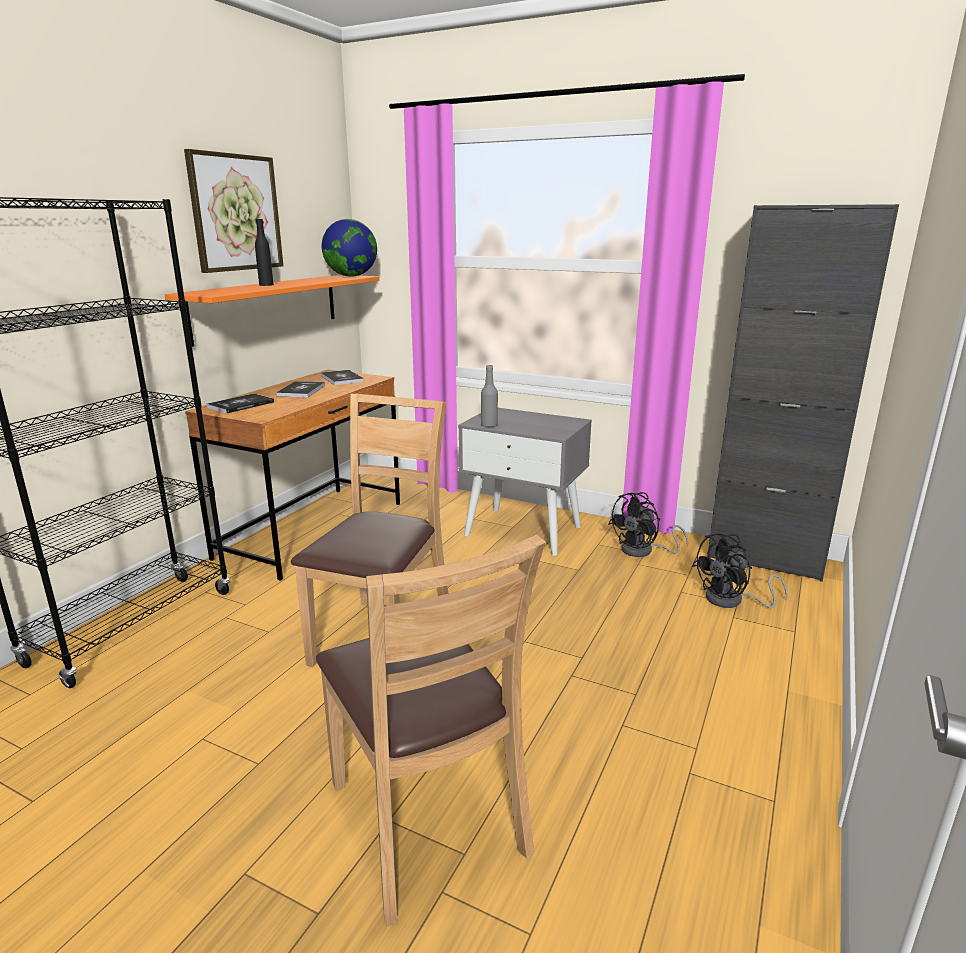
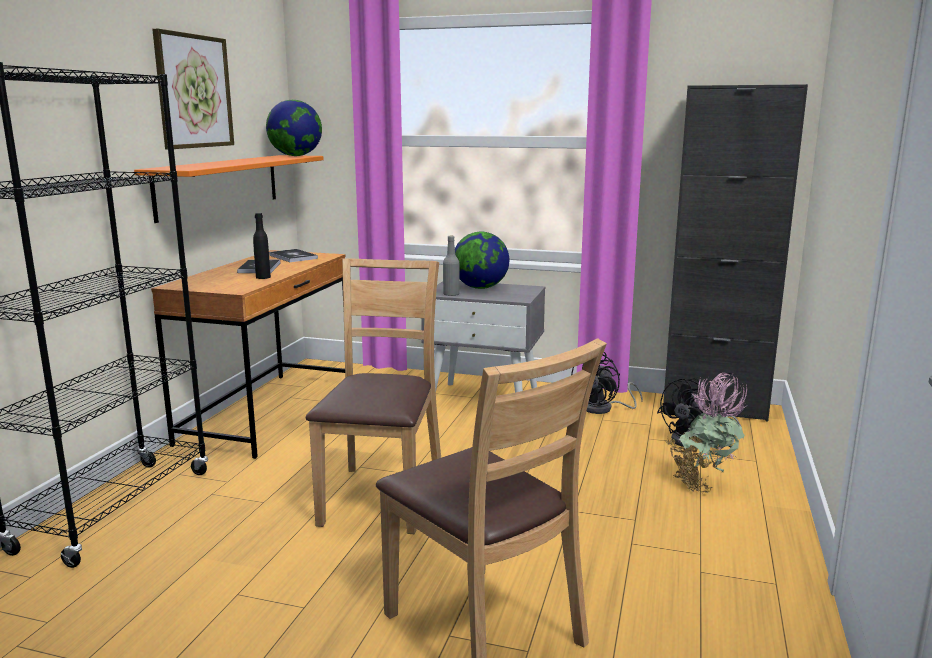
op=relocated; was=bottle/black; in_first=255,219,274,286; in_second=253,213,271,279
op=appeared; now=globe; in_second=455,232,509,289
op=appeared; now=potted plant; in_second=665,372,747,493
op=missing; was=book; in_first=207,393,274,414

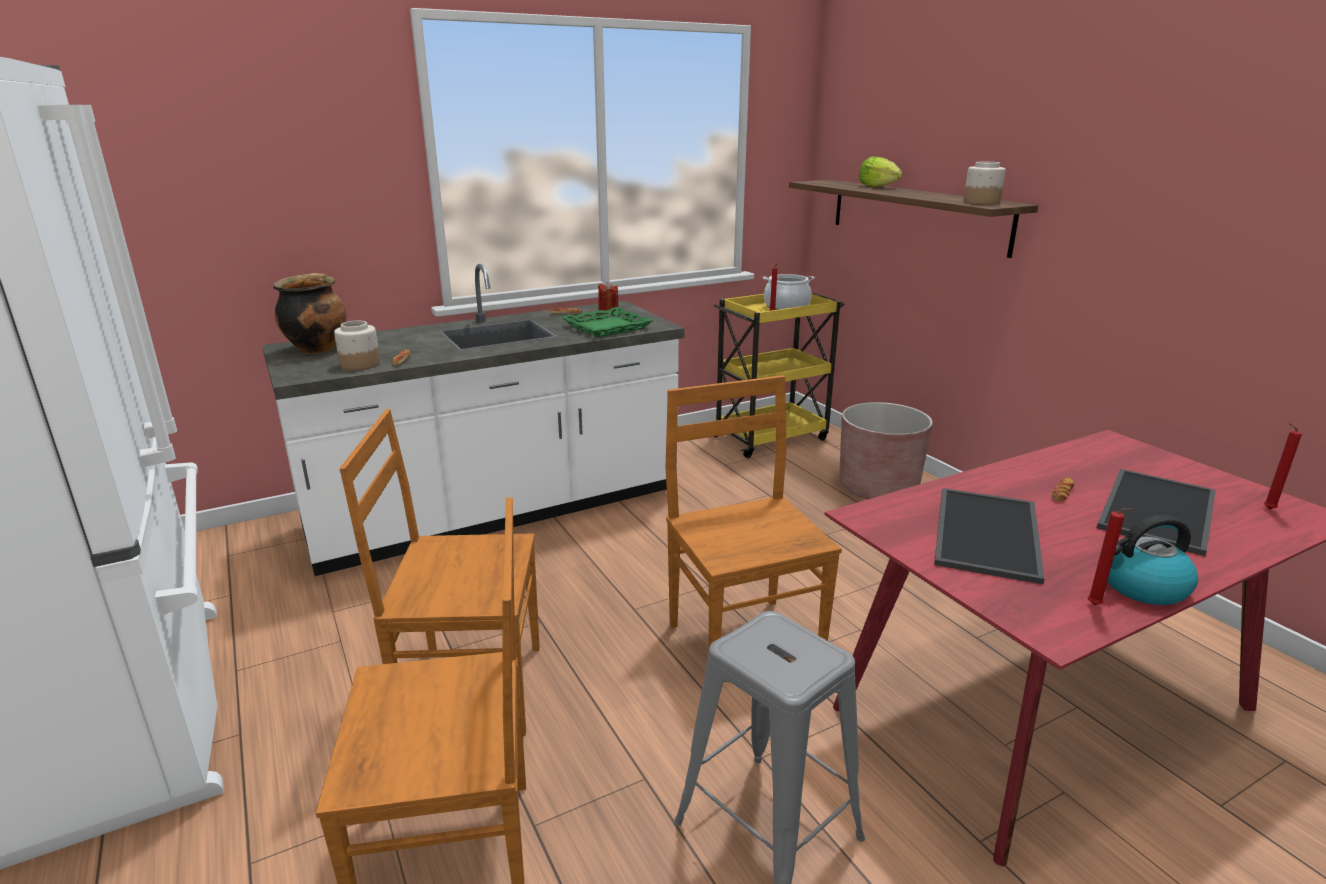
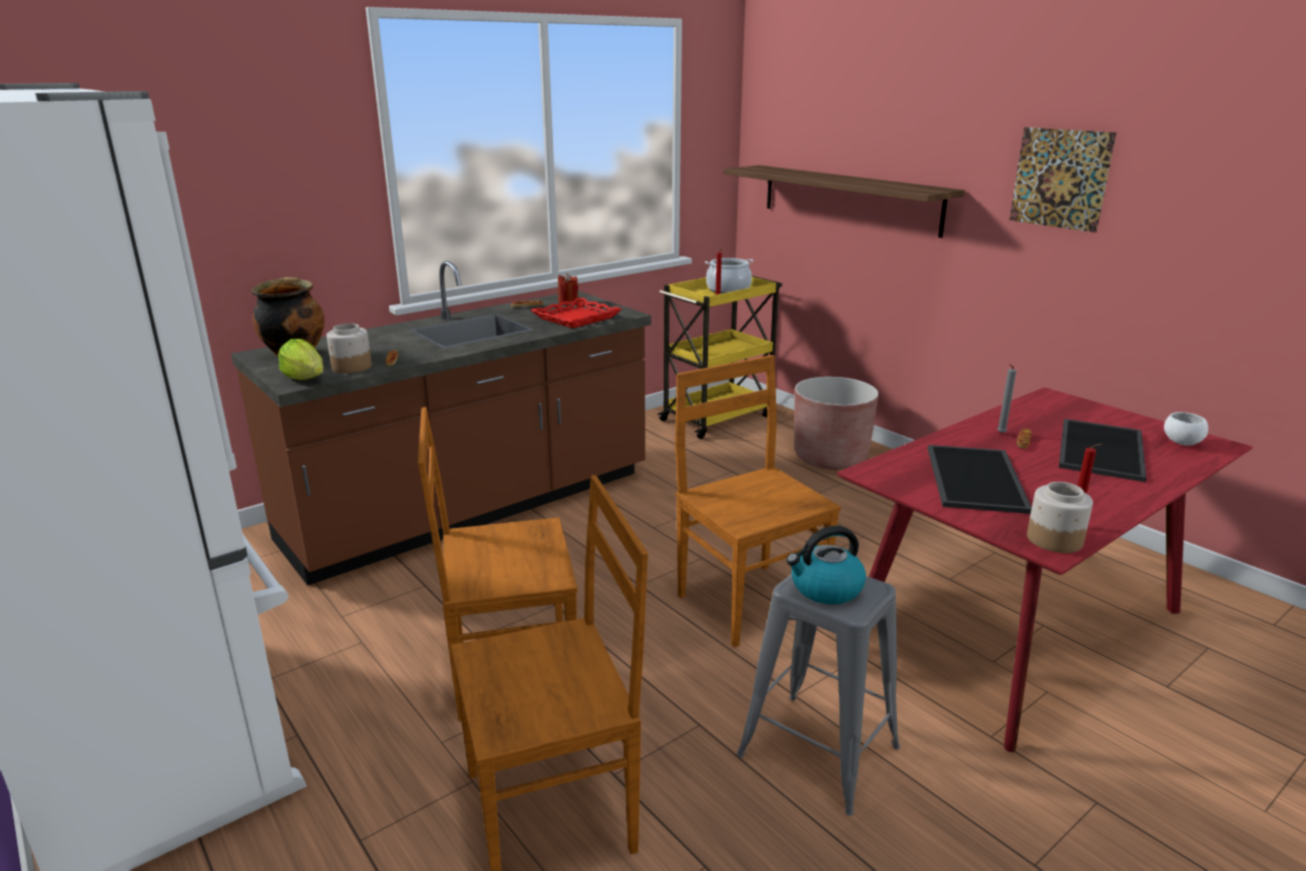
op=colour; was=counter/white; now=counter/brown; in_first=262,264,684,576; in_second=231,261,651,586
op=relocated; was=lettuce; in_first=859,156,903,187; in_second=278,339,324,380
op=colour; was=tray/green; now=tray/red; in_first=561,307,653,337; in_second=530,297,622,328
op=relocated; was=kettle; in_first=1107,515,1198,605; in_second=786,526,866,604
op=appeared; now=candle/grey; in_second=997,364,1016,434
op=appeared; now=picture; in_second=1009,127,1117,233
op=relocated; was=jar; in_first=964,162,1006,204; in_second=1027,482,1093,553
op=exchanged; was=candle/red; now=bowl/white; in_first=1264,423,1302,510; in_second=1164,412,1208,446

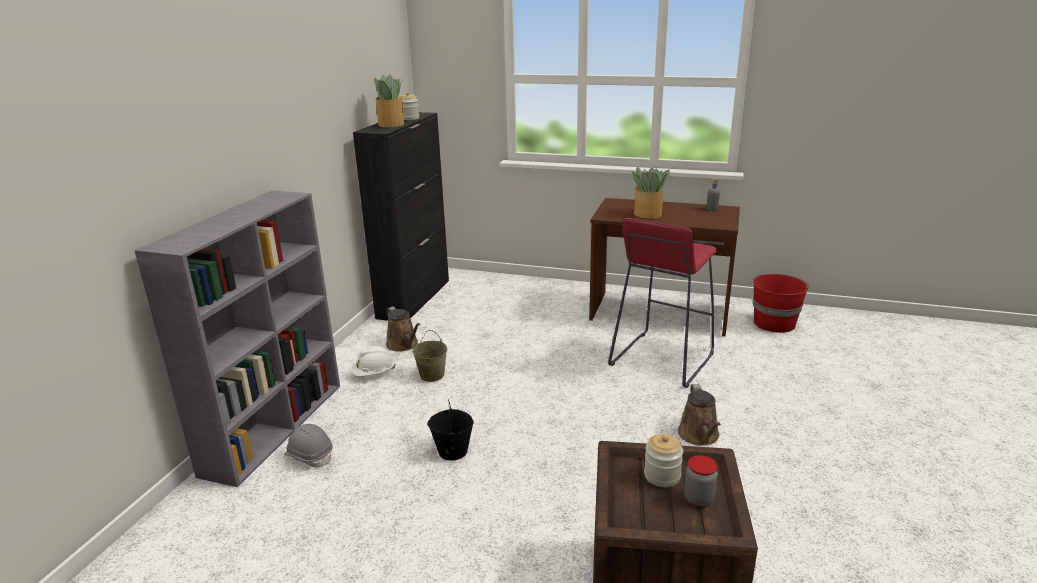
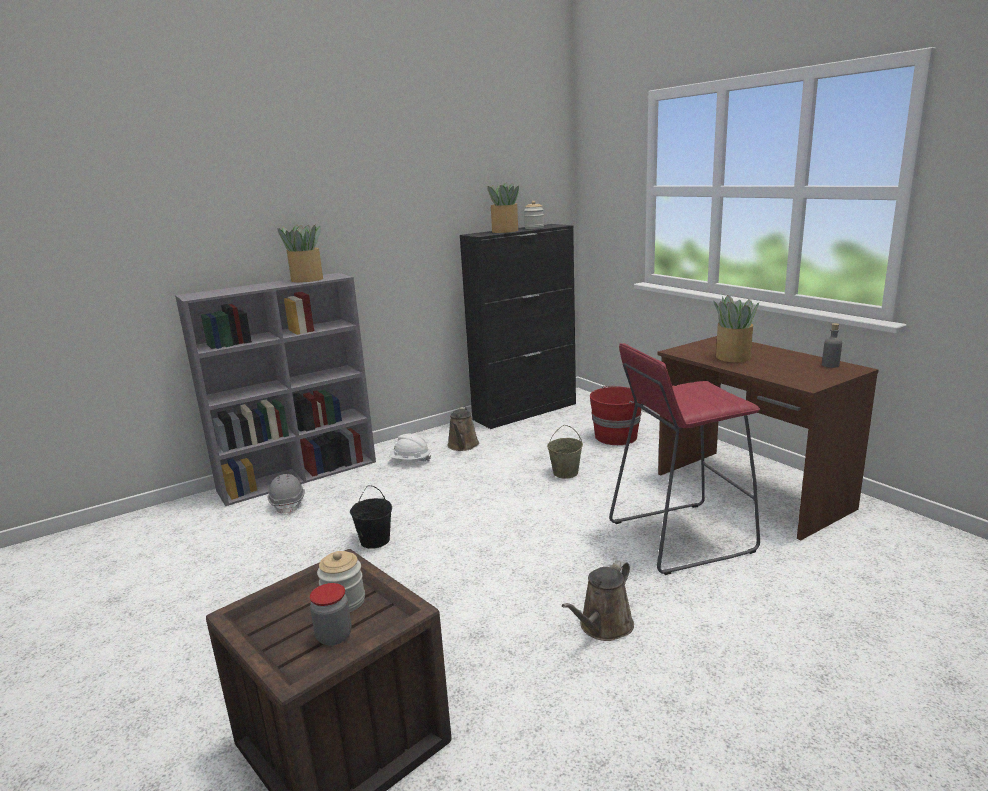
op=appeared; now=potted plant; in_second=277,224,323,282
op=relocated; was=bucket/beige; in_first=412,330,448,382; in_second=547,425,583,479
op=relocated; was=bucket/red; in_first=753,274,810,333; in_second=590,386,642,445

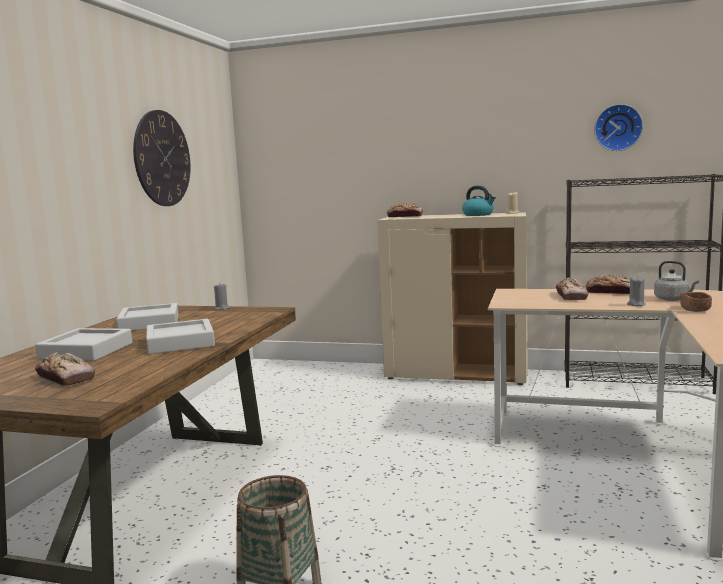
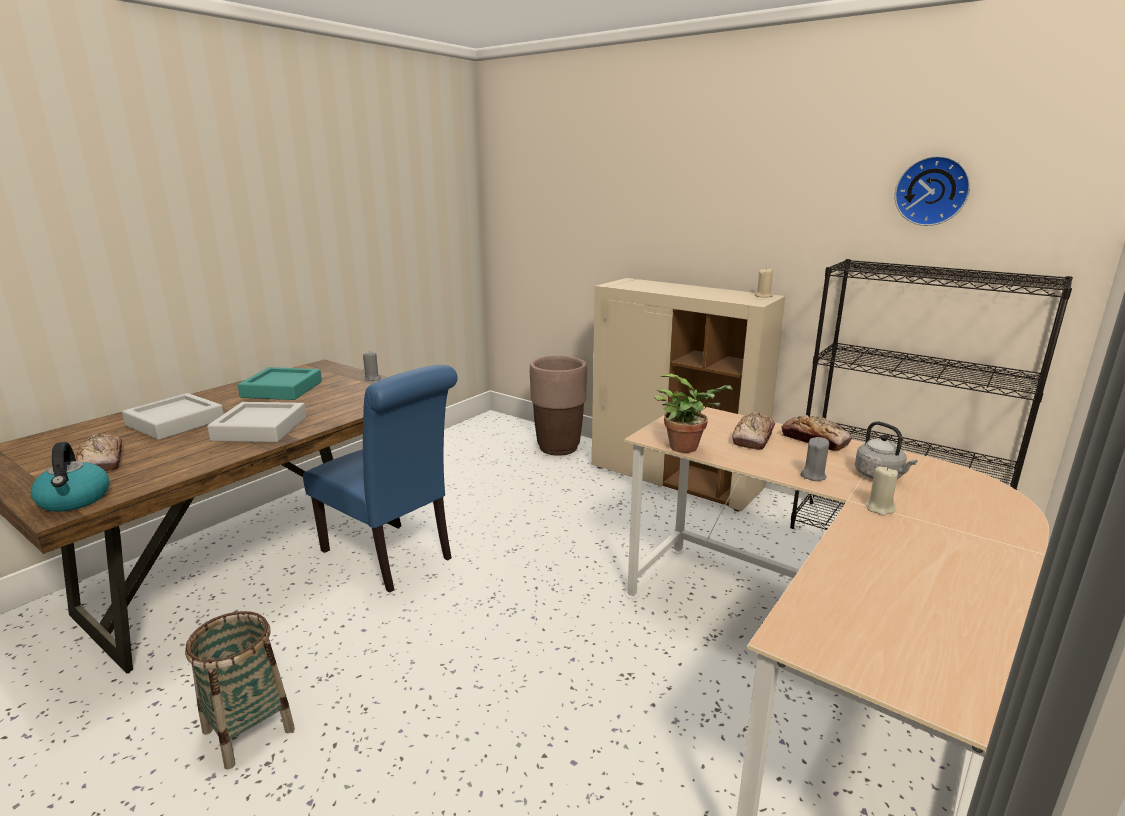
op=relocated; was=kettle; in_first=462,185,496,216; in_second=31,442,109,512
op=colour; was=tray/grey; now=tray/turquoise; in_first=116,303,178,331; in_second=238,367,322,400
op=appeared; now=chair/blue; in_second=303,365,458,593
op=appeared; now=planter/brown; in_second=530,356,587,456
op=appeared; now=potted plant; in_second=654,374,733,453
op=exchanged; was=bowl/brown; now=candle/beige; in_first=680,292,712,312; in_second=865,466,898,516
op=missing; was=wall clock; in_first=133,110,191,206
op=missing; was=bread; in_first=387,203,423,217

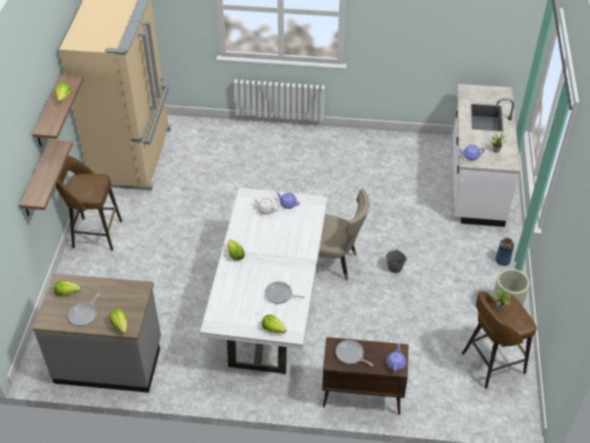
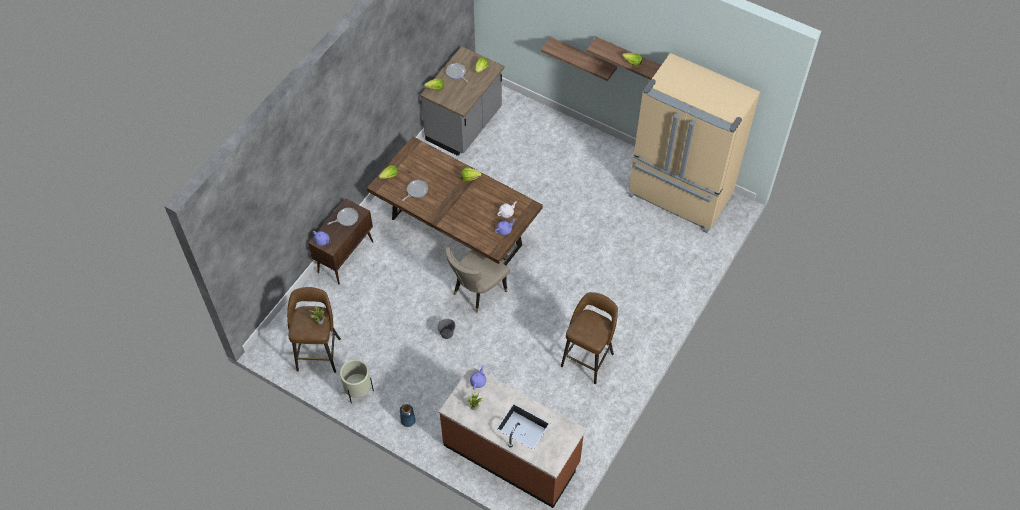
op=colour; was=dining table/white; now=dining table/brown; in_first=200,187,328,374; in_second=367,137,543,265
op=colour; was=counter/white; now=counter/brown; in_first=453,84,520,227; in_second=439,366,586,508
op=relocated; was=stool/brown; in_first=56,155,122,251; in_second=561,292,618,384

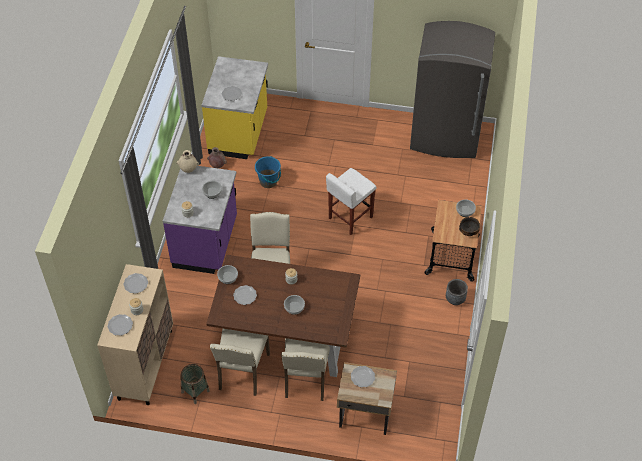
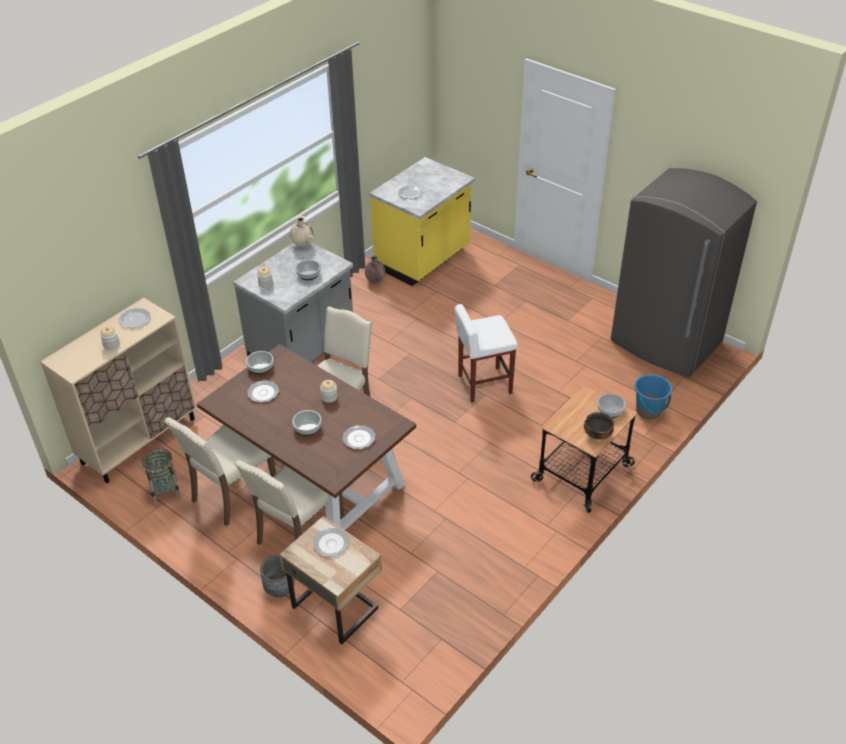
op=colour; was=counter/purple; now=counter/grey; in_first=163,166,237,274; in_second=233,242,353,363
op=relocated; was=planter/grey; in_first=446,279,468,305; in_second=260,555,295,597
op=relocated; was=plate; in_first=108,314,133,336; in_second=342,425,375,449
op=relocated; was=bucket/blue; in_first=255,156,281,188; in_second=634,374,672,420

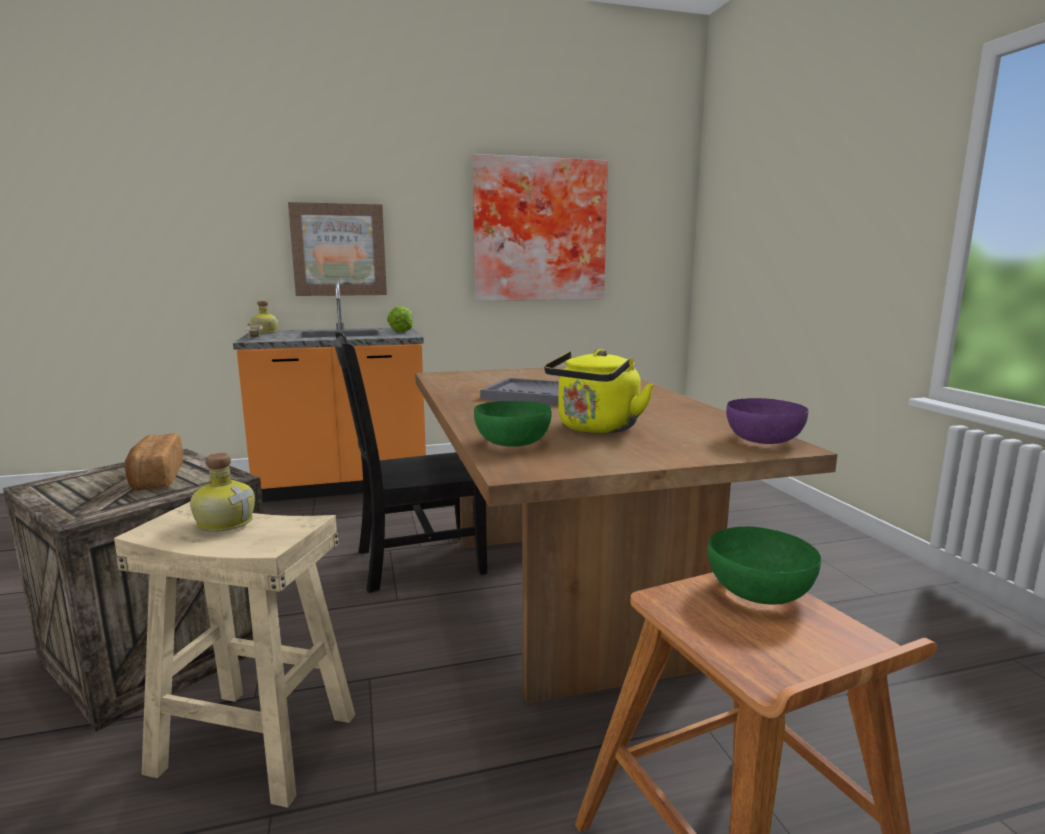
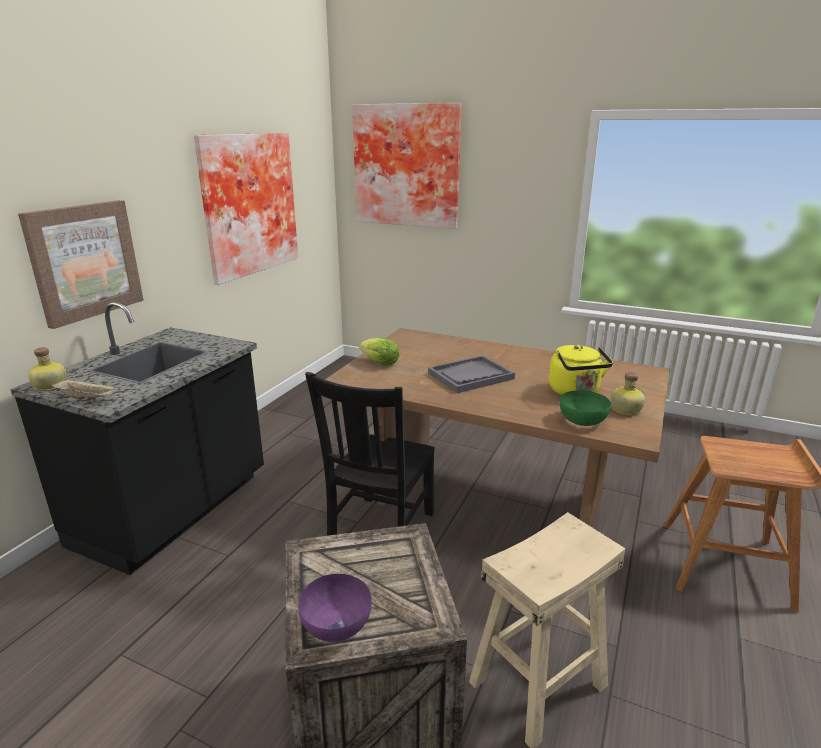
op=colour; was=counter/orange; now=counter/black; in_first=233,282,426,502; in_second=10,302,264,575
op=relocated; was=bowl/purple; in_first=726,398,808,444; in_second=298,574,372,642
op=appeared; now=picture; in_second=352,103,461,229
op=relocated; was=lettuce; in_first=387,306,413,332; in_second=359,338,399,366
op=relocated; was=bottle; in_first=190,453,255,532; in_second=611,372,645,415
op=missing; was=bread; in_first=124,433,183,491
op=missing; was=bowl/green; in_first=708,526,821,605

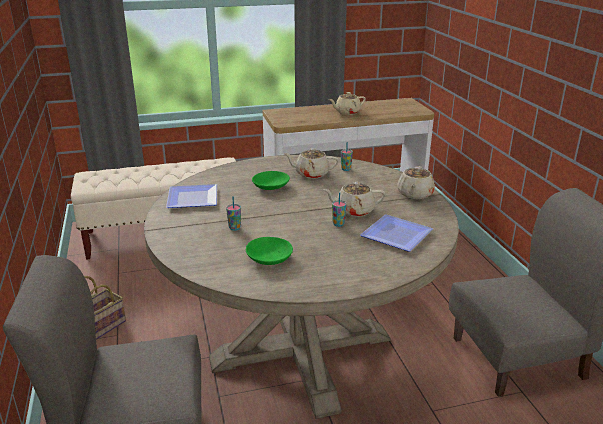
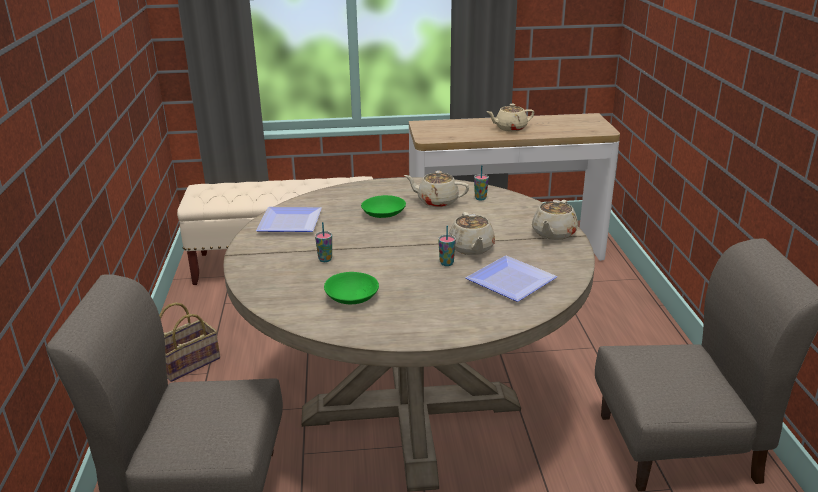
op=spun; was=teapot/beige; in_first=323,182,386,217; in_second=449,212,495,255; clockwise=-105

